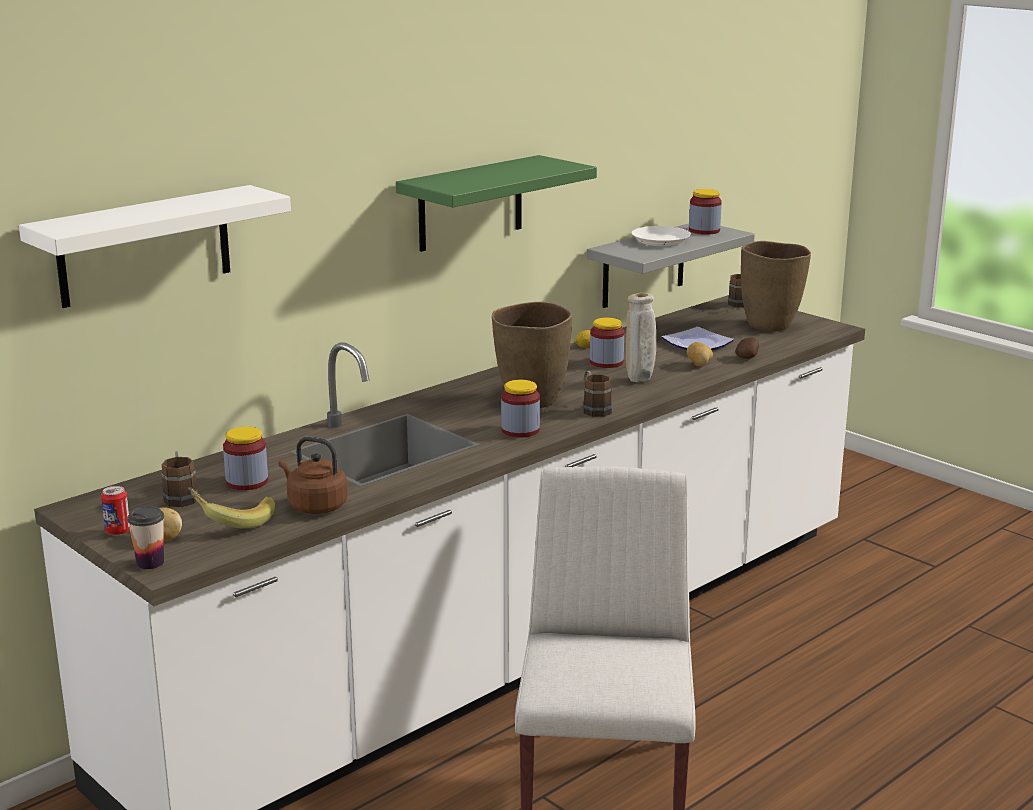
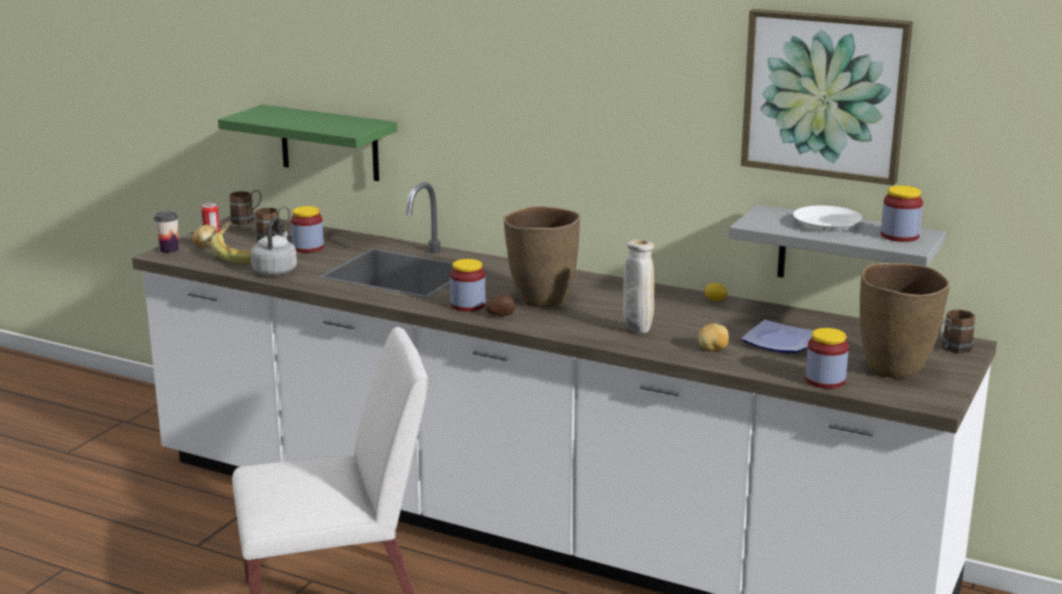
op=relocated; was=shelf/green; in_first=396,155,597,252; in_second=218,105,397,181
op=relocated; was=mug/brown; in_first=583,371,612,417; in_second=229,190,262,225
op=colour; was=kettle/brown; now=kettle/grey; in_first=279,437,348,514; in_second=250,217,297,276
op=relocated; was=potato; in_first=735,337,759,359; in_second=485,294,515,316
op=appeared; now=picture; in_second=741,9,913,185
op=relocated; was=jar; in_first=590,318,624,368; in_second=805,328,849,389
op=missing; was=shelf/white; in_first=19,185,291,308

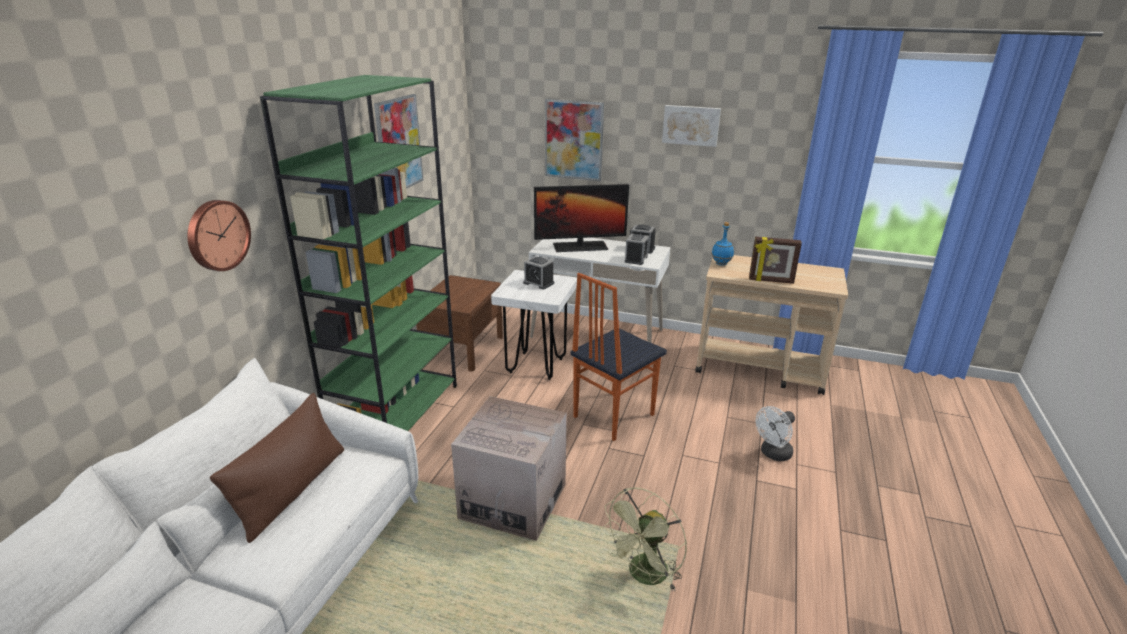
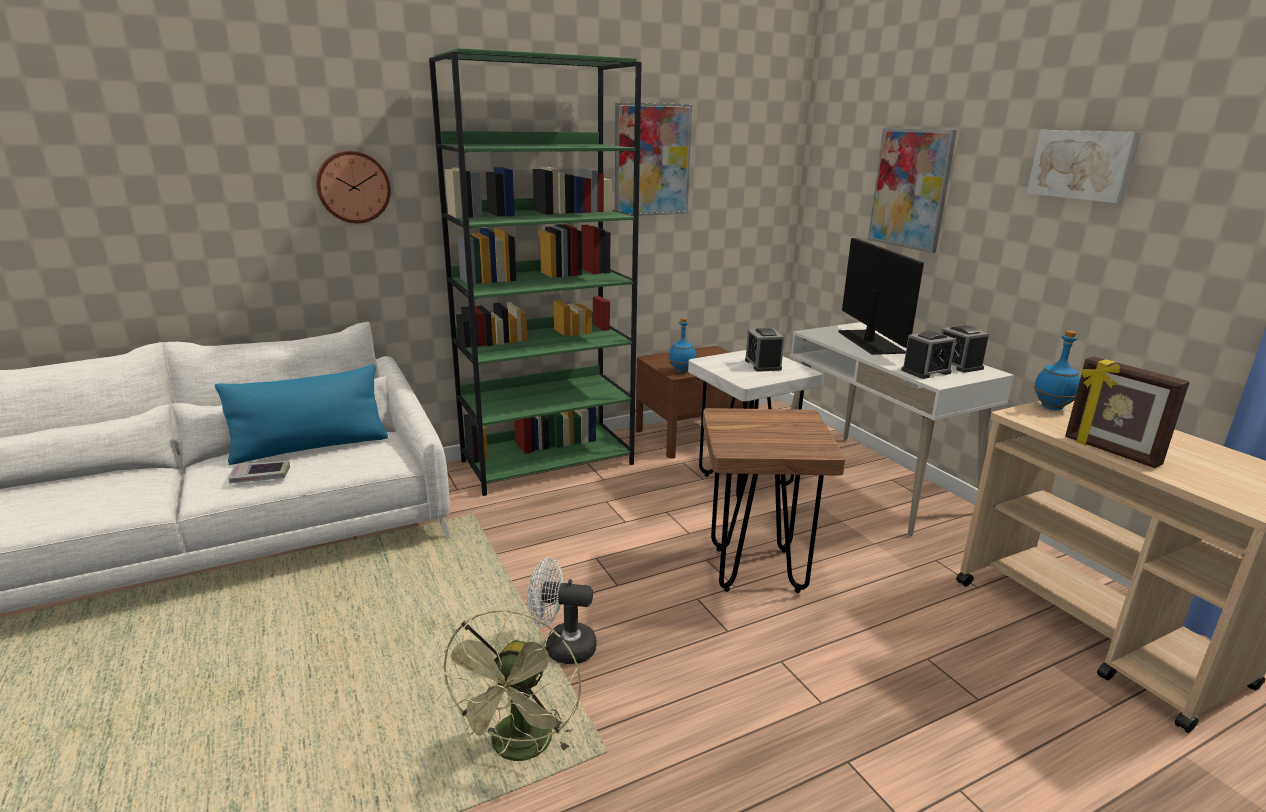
op=colour; was=pillow/brown; now=pillow/blue; in_first=210,393,344,543; in_second=215,364,388,465
op=appeared; now=book; in_second=229,461,290,484
op=spun; was=fan/green; in_first=600,488,687,592; in_second=436,610,581,761; clockwise=-75
op=relocated; was=fan/white; in_first=756,406,795,461; in_second=527,557,597,664
op=appeared; now=bottle/blue; in_second=669,318,696,373
op=exchanged; was=chair; now=stool/brown; in_first=571,273,667,441; in_second=703,408,846,593
op=spun; was=monitor; in_first=534,184,629,252; in_second=838,238,924,355; clockwise=-135
op=missing; was=cardboard box; in_first=451,396,567,541

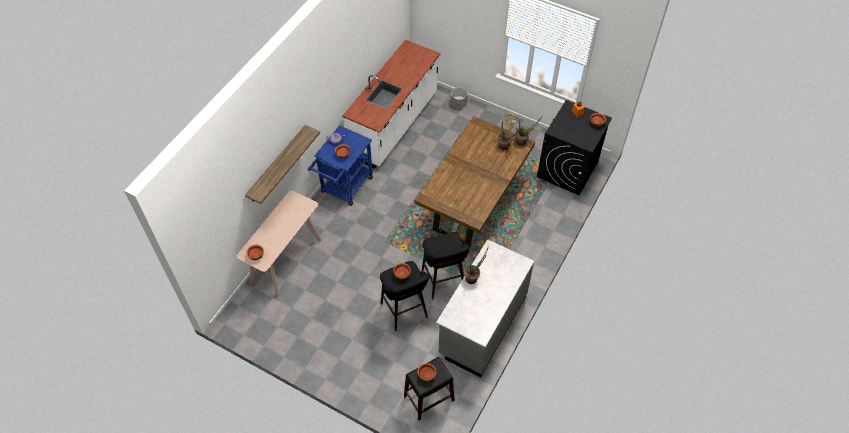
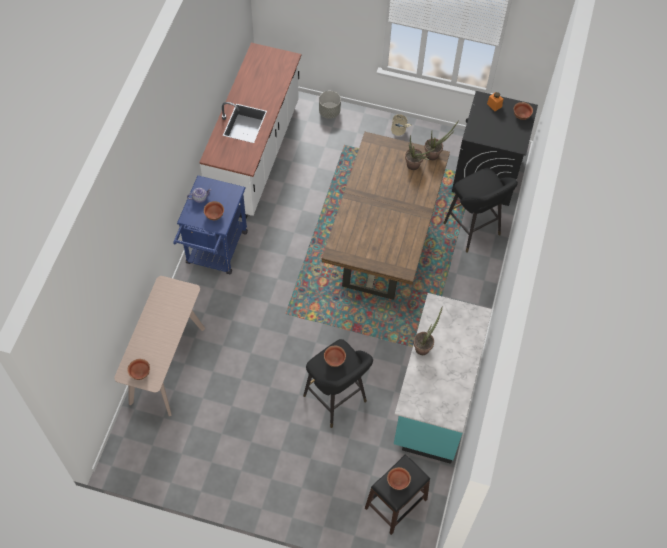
op=colour; was=counter/grey; now=counter/turquoise; in_first=436,239,534,378; in_second=394,293,492,464
op=relocated; was=stool/black; in_first=421,232,470,299; in_second=444,168,518,253
op=missing; was=shelf; in_first=245,125,320,204

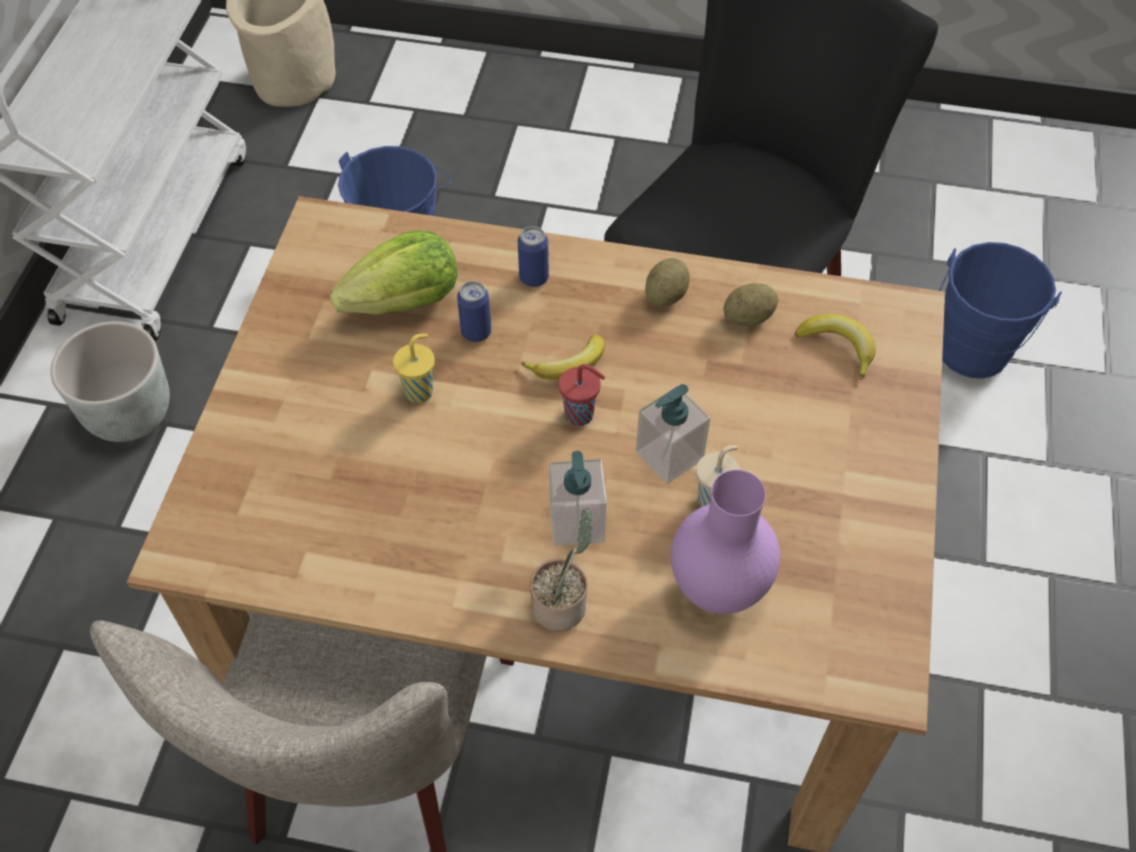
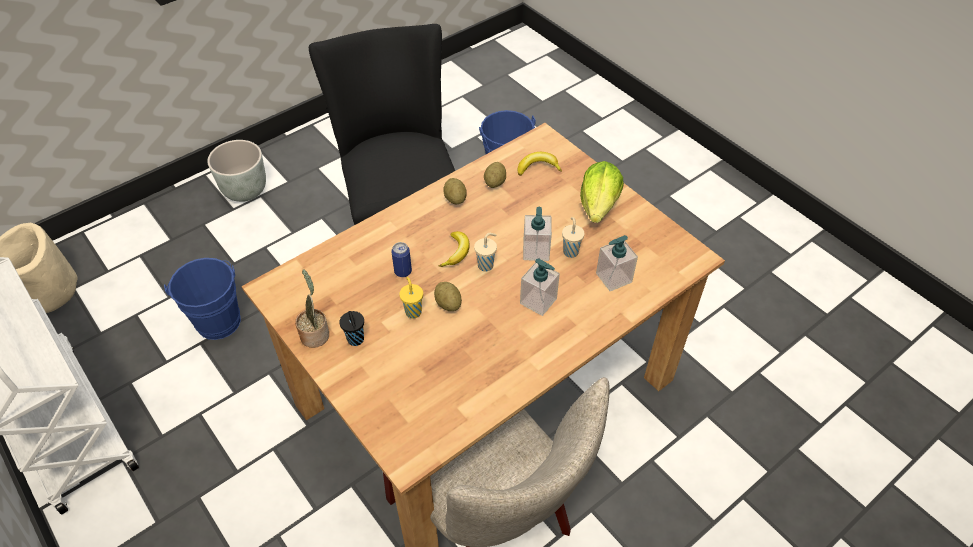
op=relocated; was=planter/grey; in_first=50,321,170,442; in_second=207,140,266,202
op=relocated; was=potted plant; in_first=530,508,593,632; in_second=295,269,329,348
op=appeared; now=cup/black; in_second=339,311,364,346
op=appeared; now=potato; in_second=434,282,462,311
op=colour; was=cup/red; now=cup/beige; in_first=559,364,605,426; in_second=474,233,497,271
op=relocated; was=lettuce; in_first=330,230,457,314; in_second=580,161,624,223
op=exchanged; was=vase/purple; now=soap dispenser; in_first=671,470,780,614; in_second=596,235,638,291
op=missing; was=can; in_first=518,226,549,287

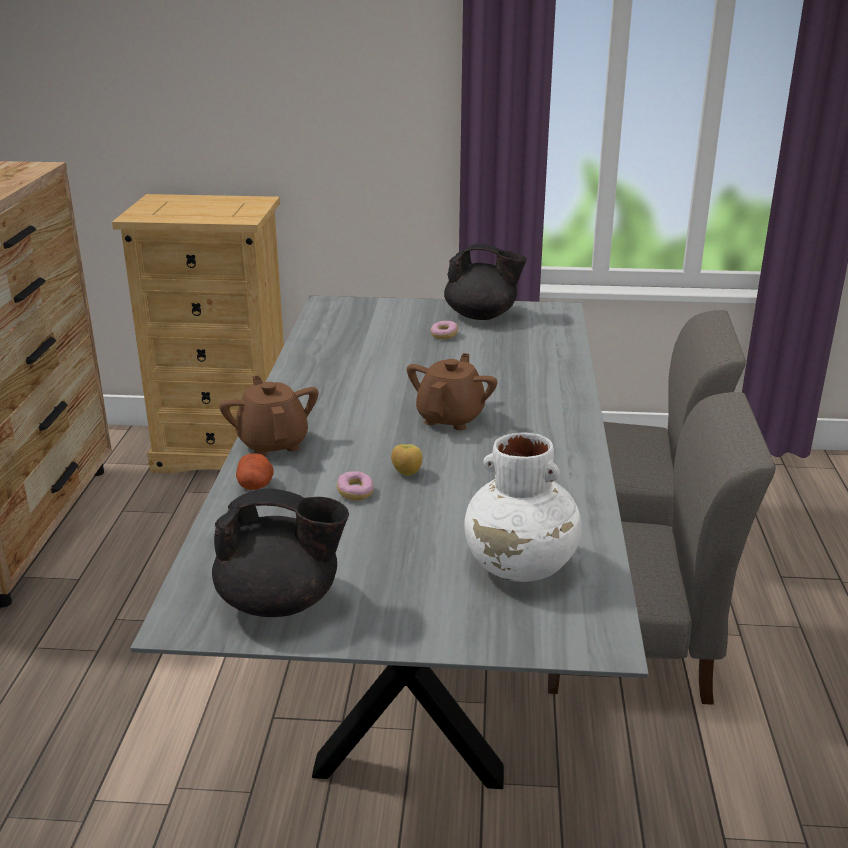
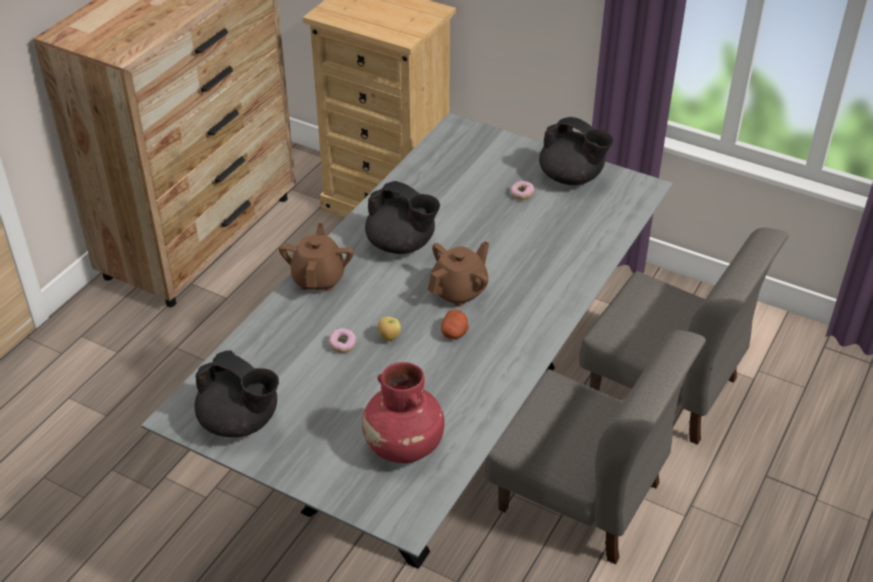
op=colour; was=vase/white; now=vase/red; in_first=464,432,582,582; in_second=362,362,445,463
op=appeared; now=teapot/black; in_second=365,181,440,254
op=relocated; was=potato; in_first=236,453,274,490; in_second=441,309,469,339

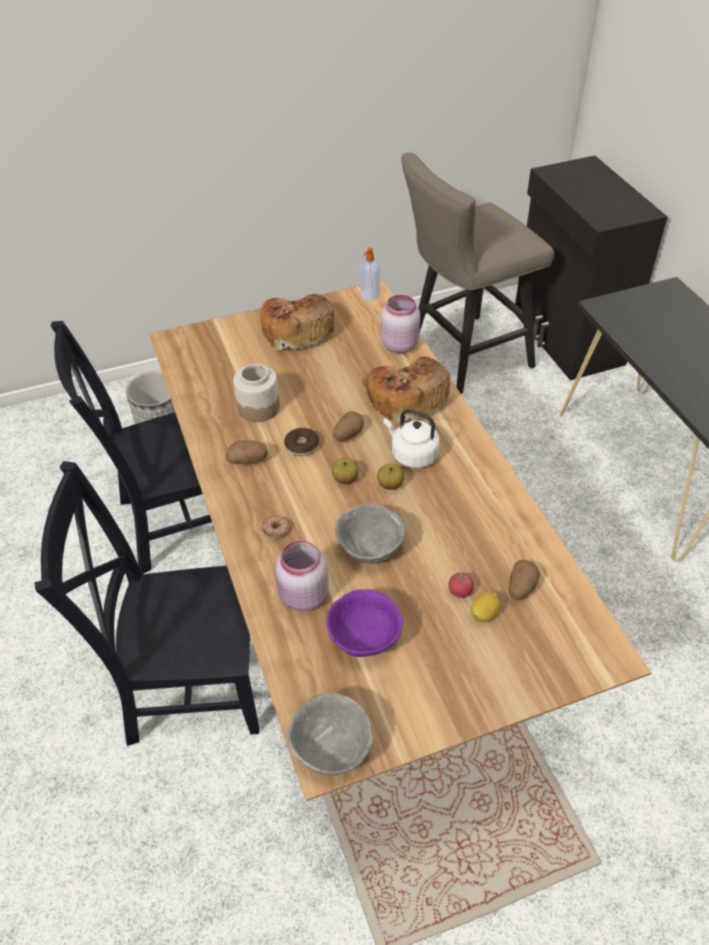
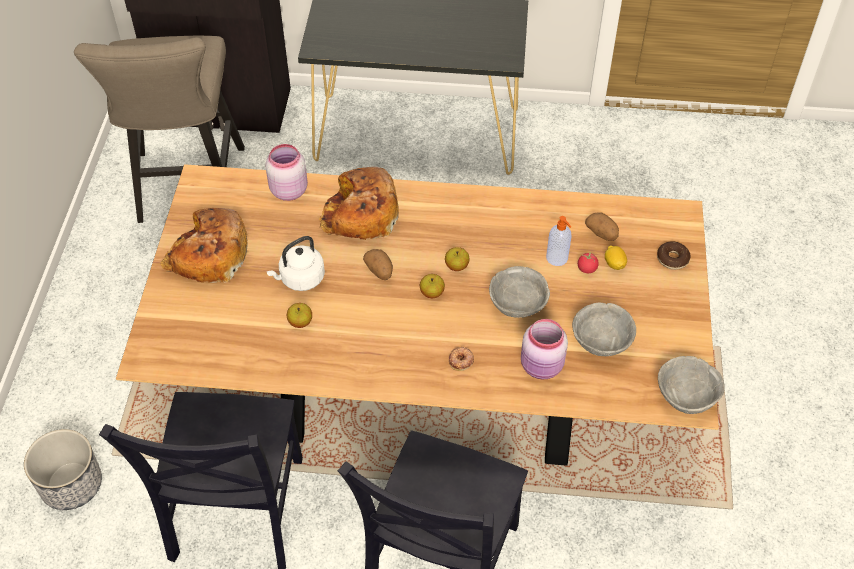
op=relocated; was=kettle/white; in_first=384,409,440,468; in_second=267,236,325,291
op=exchanged; was=jar; now=apple; in_first=233,364,280,422; in_second=287,303,312,328
op=relocated; was=soap dispenser; in_first=360,247,380,300; in_second=546,216,572,266
op=colour; was=bowl/purple; now=bowl/grey; in_first=327,589,403,657; in_second=572,303,636,356
op=relocated; was=donut; in_first=284,428,319,456; in_second=657,242,691,270
op=missing; was=potato; in_first=226,440,268,465

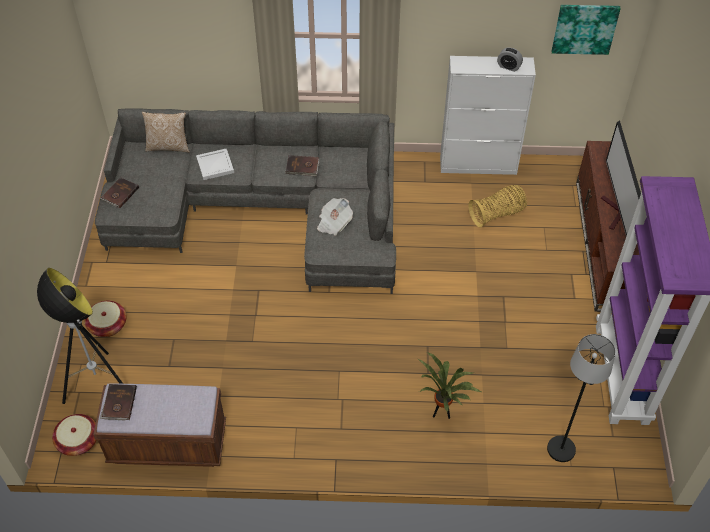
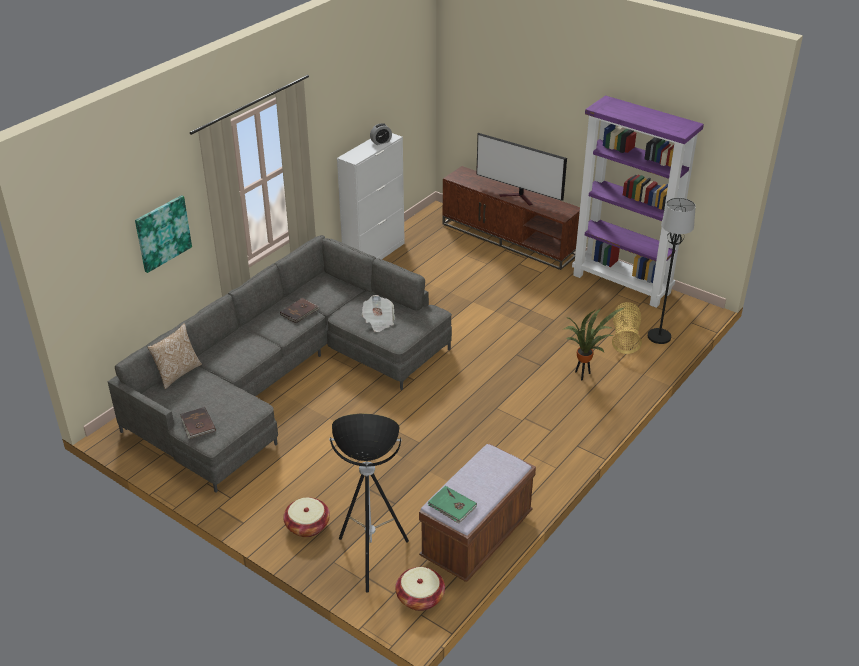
op=relocated; was=picture; in_first=552,5,621,55; in_second=135,195,192,273
op=colour; was=book/brown; now=book/green; in_first=100,384,137,420; in_second=428,486,477,524
op=relocated; was=basket; in_first=468,185,527,227; in_second=612,302,642,354
op=missing; was=tray/white; in_first=196,149,234,180

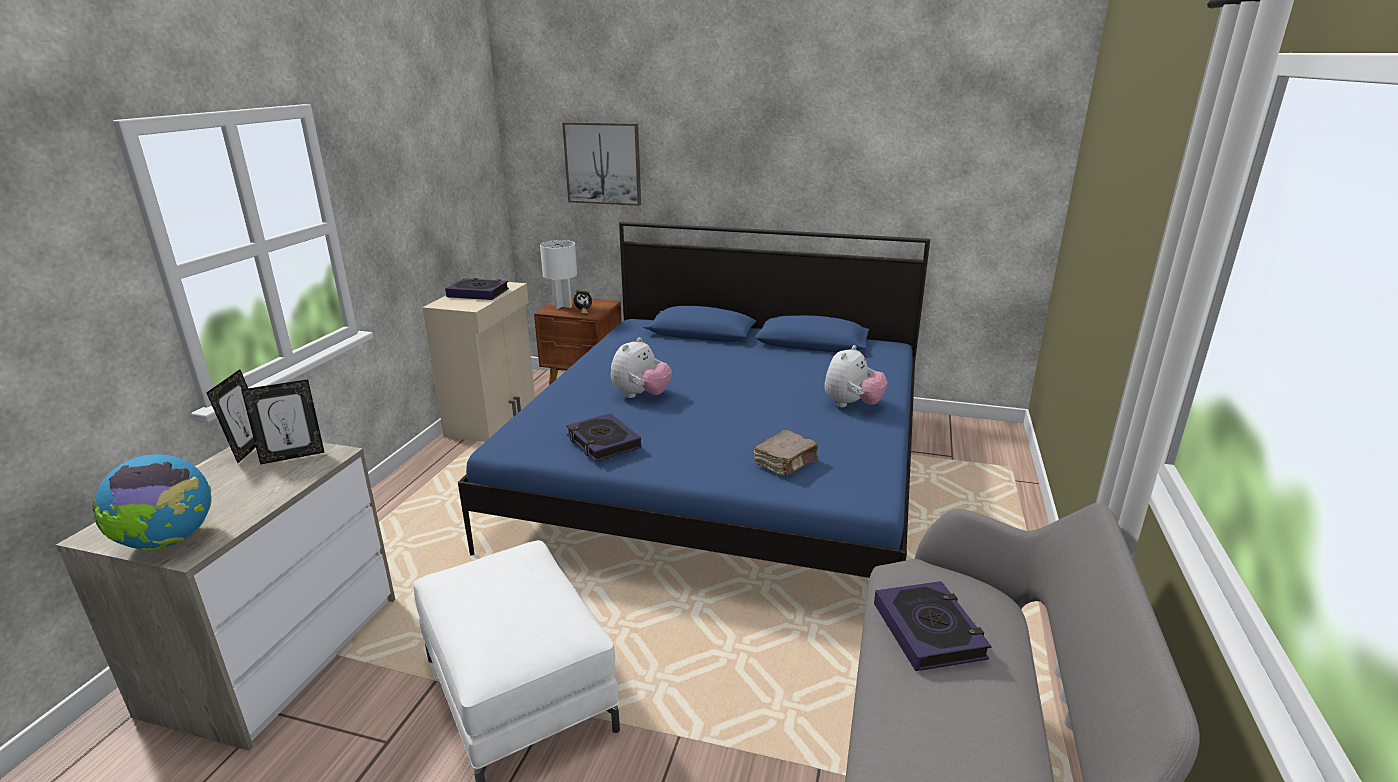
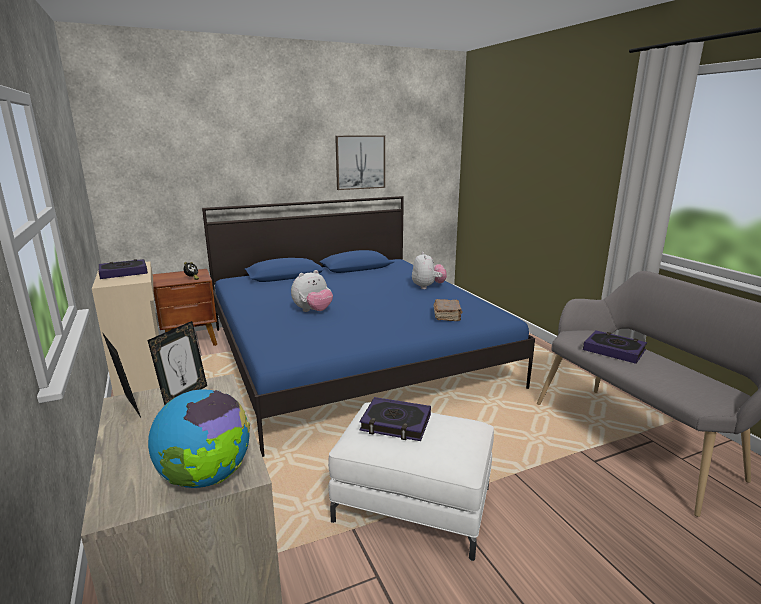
op=spun; was=plush toy; in_first=611,337,672,398; in_second=291,270,333,312; clockwise=60
op=relocated; was=picture; in_first=562,122,641,206; in_second=335,135,385,190
op=relocated; was=book; in_first=566,413,641,462; in_second=359,397,431,441
op=missing; was=table lamp/white; in_first=540,240,577,309

